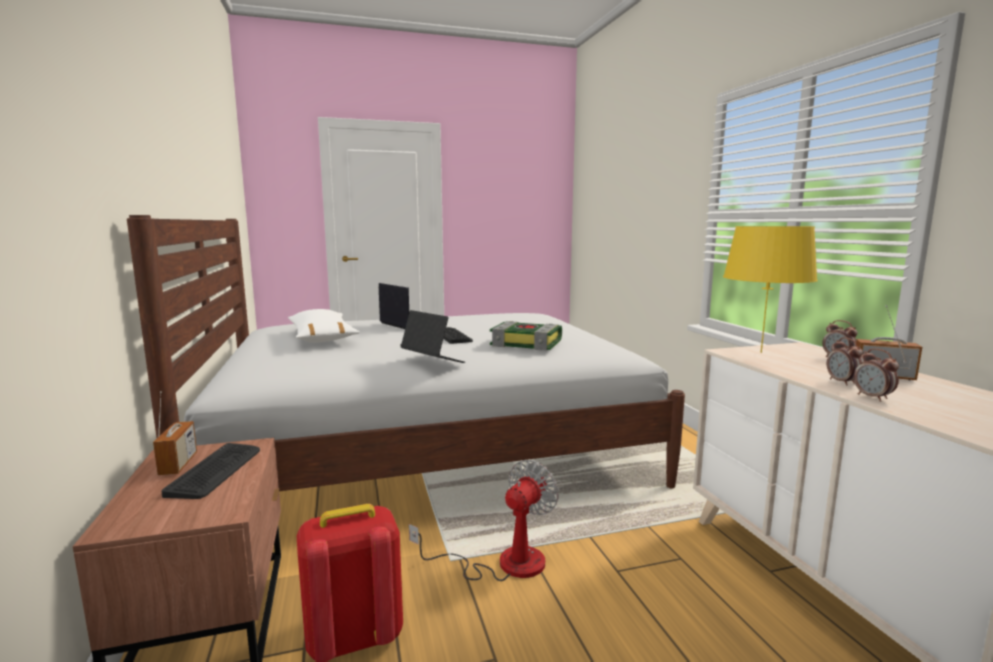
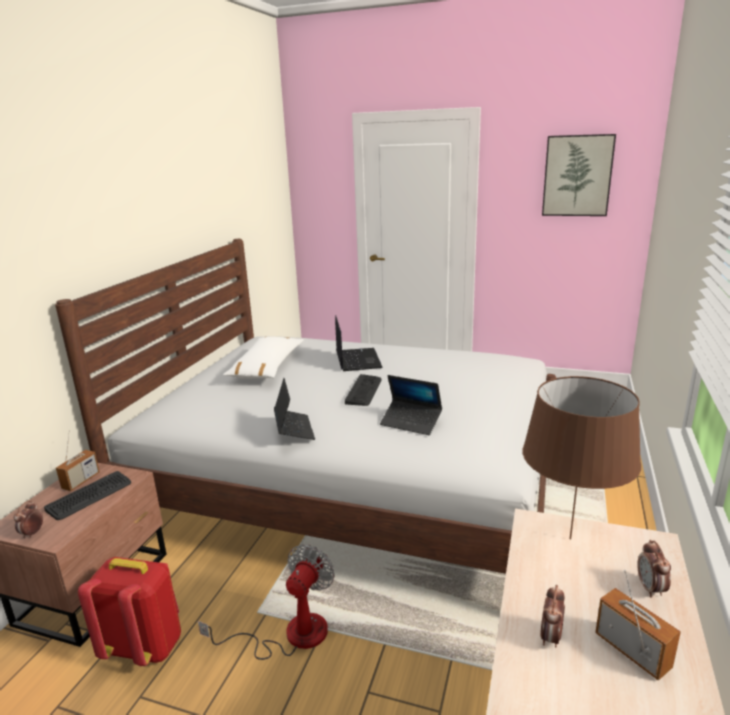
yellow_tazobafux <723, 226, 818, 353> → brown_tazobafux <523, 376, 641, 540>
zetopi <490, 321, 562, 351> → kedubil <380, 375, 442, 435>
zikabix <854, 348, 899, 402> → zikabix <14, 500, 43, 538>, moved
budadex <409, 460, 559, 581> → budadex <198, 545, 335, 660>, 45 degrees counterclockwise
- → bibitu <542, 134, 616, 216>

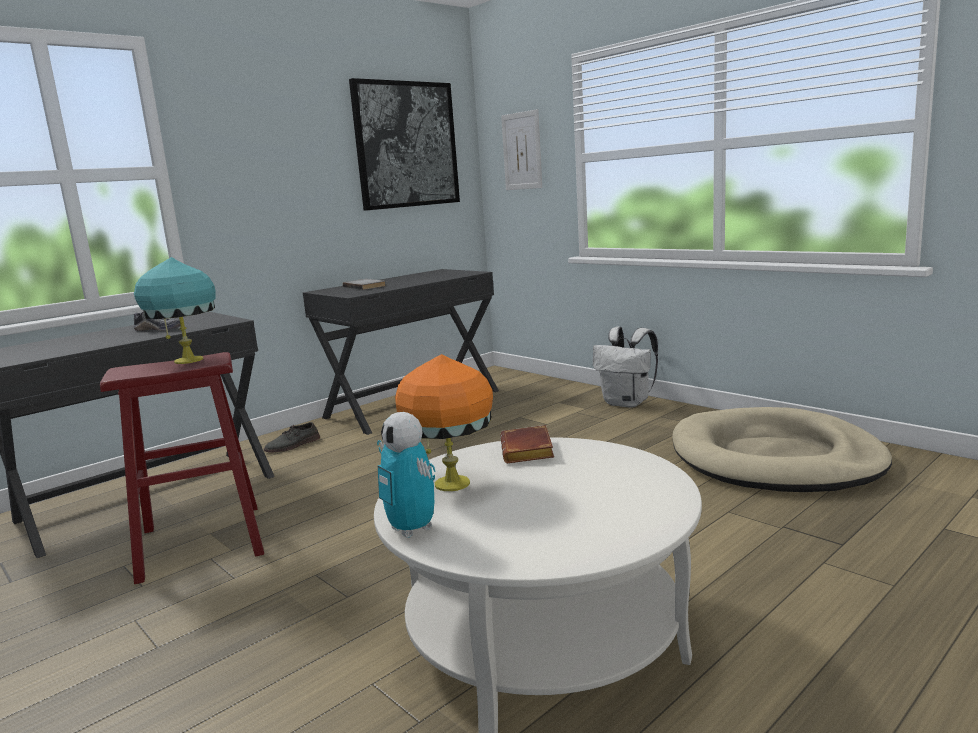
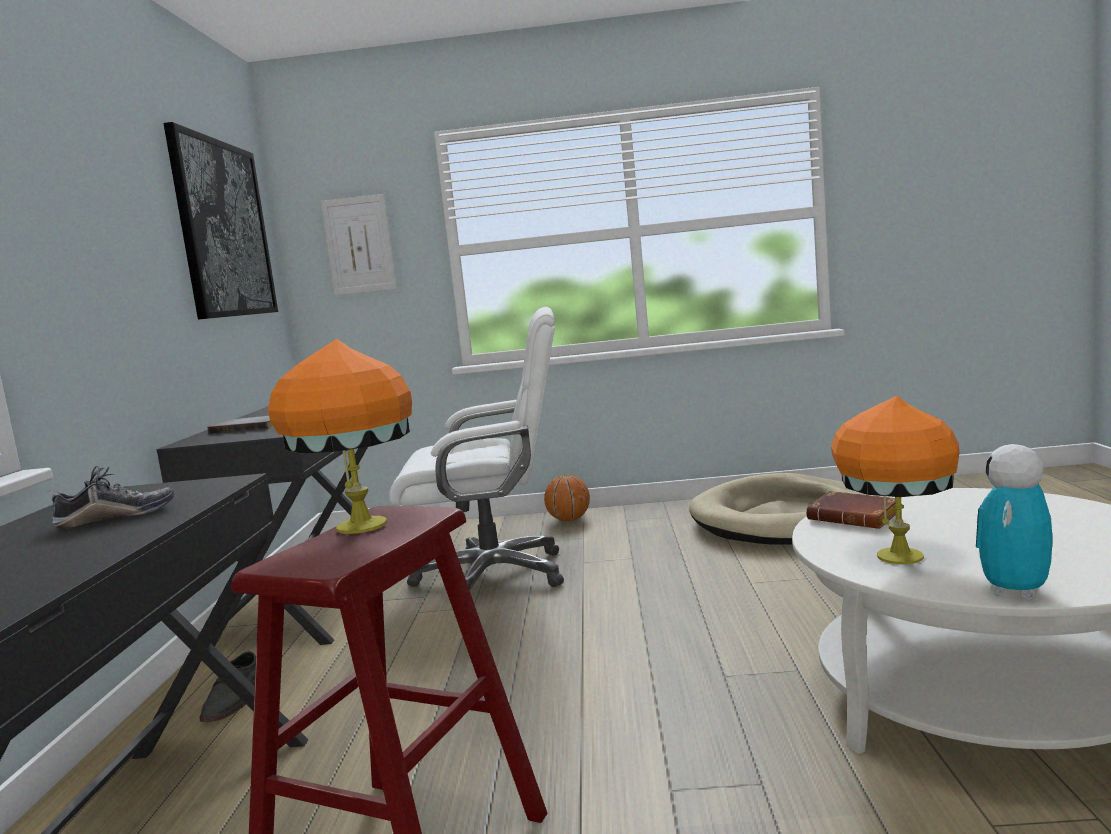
turquoise_tazobafux <134, 257, 216, 364> → orange_tazobafux <268, 339, 412, 534>
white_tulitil <593, 327, 658, 408> → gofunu <544, 475, 590, 521>
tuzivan <377, 412, 436, 538> → tuzivan <976, 444, 1053, 600>, 120 degrees clockwise
- → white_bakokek <389, 307, 564, 591>

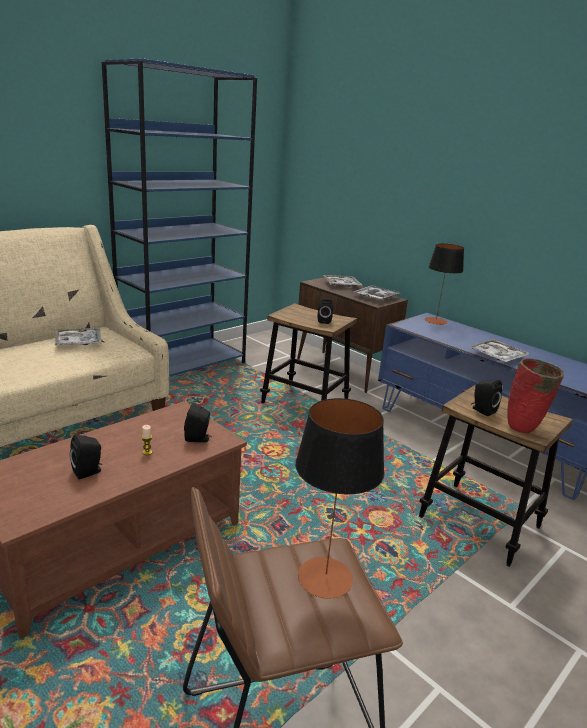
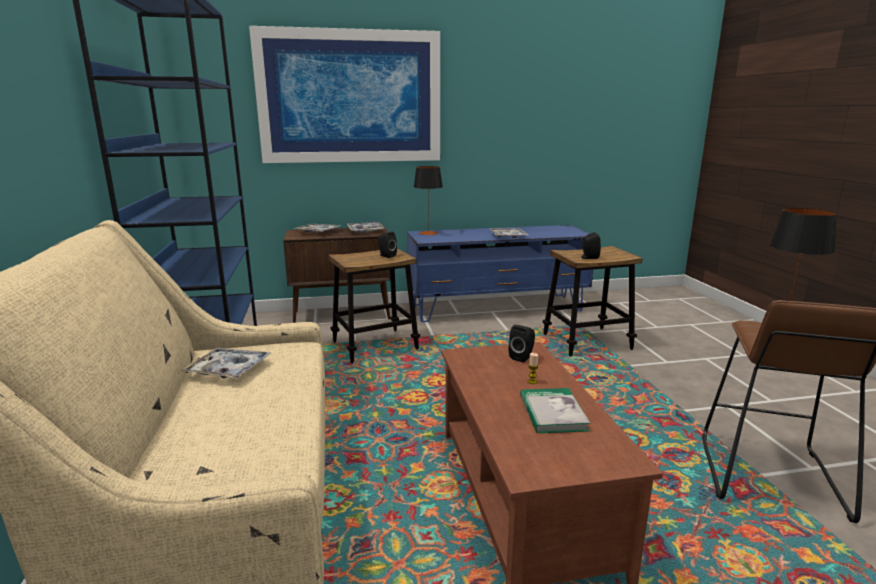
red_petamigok <507, 358, 565, 433> → -
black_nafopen <70, 435, 102, 479> → zetopi <520, 388, 590, 433>
- → bibitu <249, 26, 440, 163>

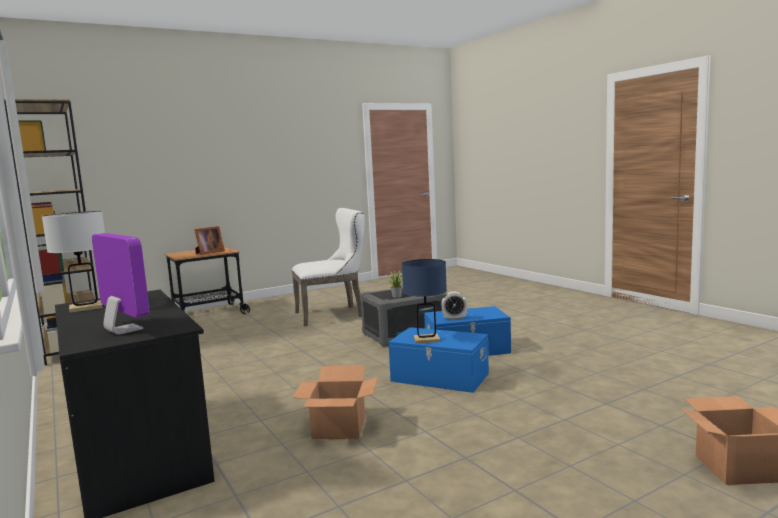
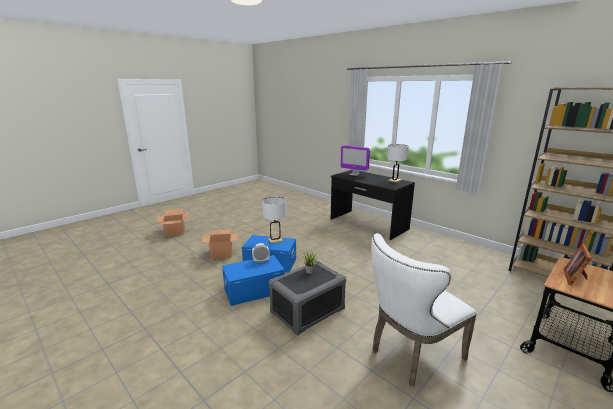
blue_tazobafux <402, 259, 447, 344> → white_tazobafux <262, 197, 287, 244>
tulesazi <292, 365, 378, 439> → tulesazi <202, 229, 238, 259>, moved

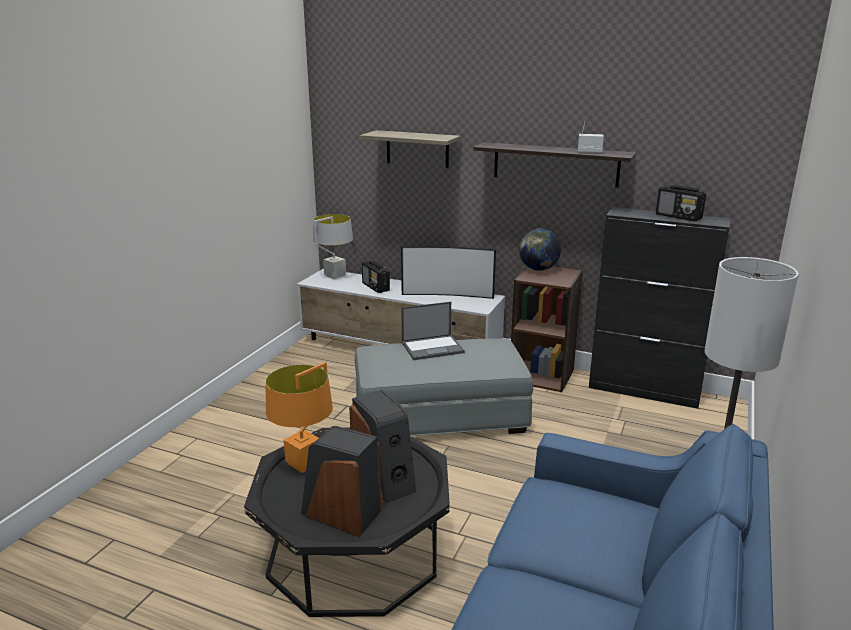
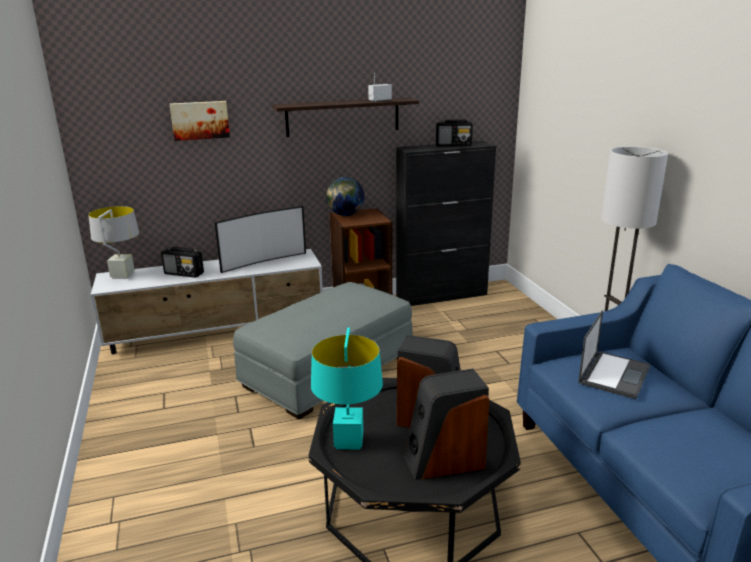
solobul <360, 130, 461, 168> → bibitu <170, 101, 230, 141>
kedubil <401, 302, 465, 360> → kedubil <578, 310, 650, 399>, moved
orange_tazobafux <266, 362, 333, 473> → turquoise_tazobafux <311, 328, 383, 449>

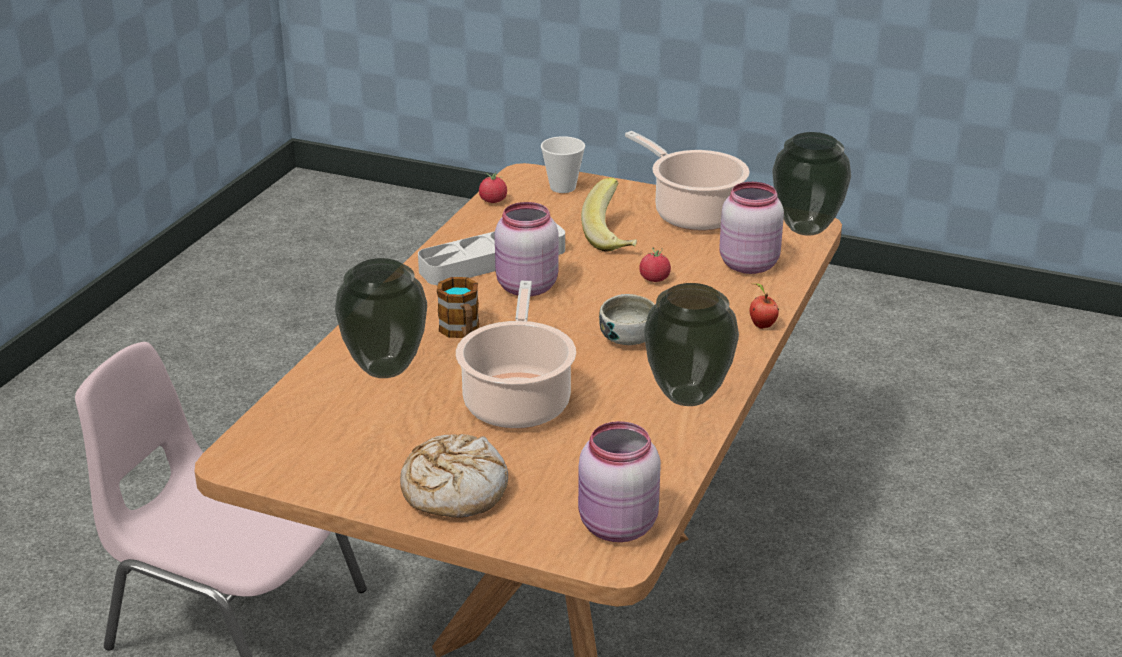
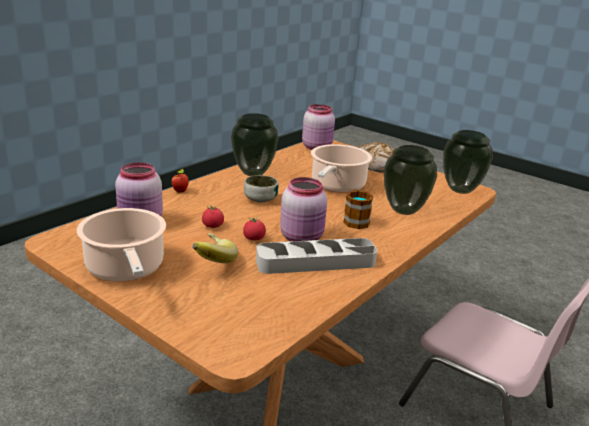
petamigok <772, 132, 851, 236> → petamigok <443, 130, 493, 194>, moved
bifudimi <541, 136, 585, 193> → -
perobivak <479, 173, 507, 203> → perobivak <243, 217, 266, 241>, moved

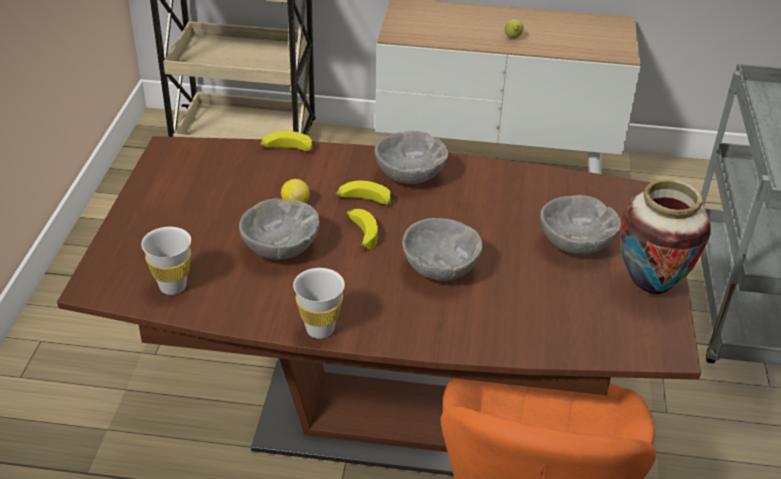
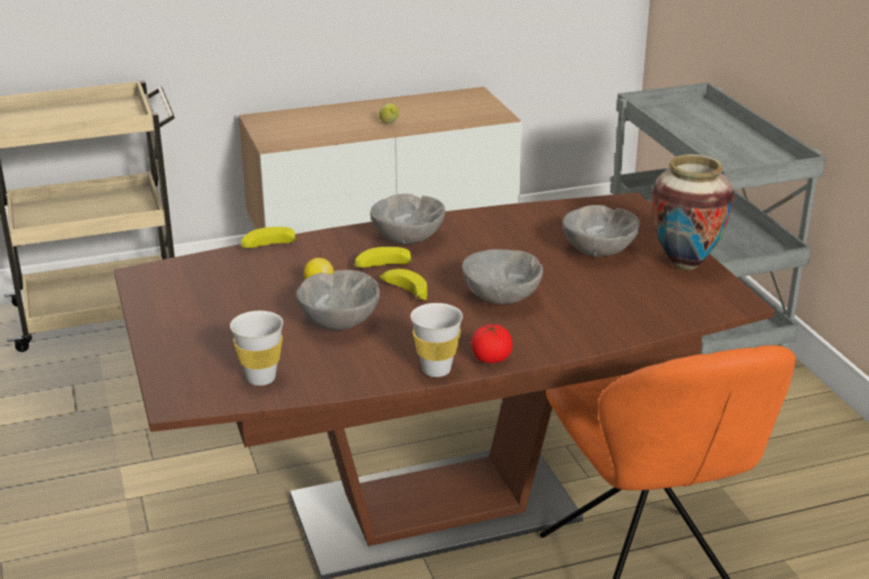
- → perobivak <471, 323, 512, 363>

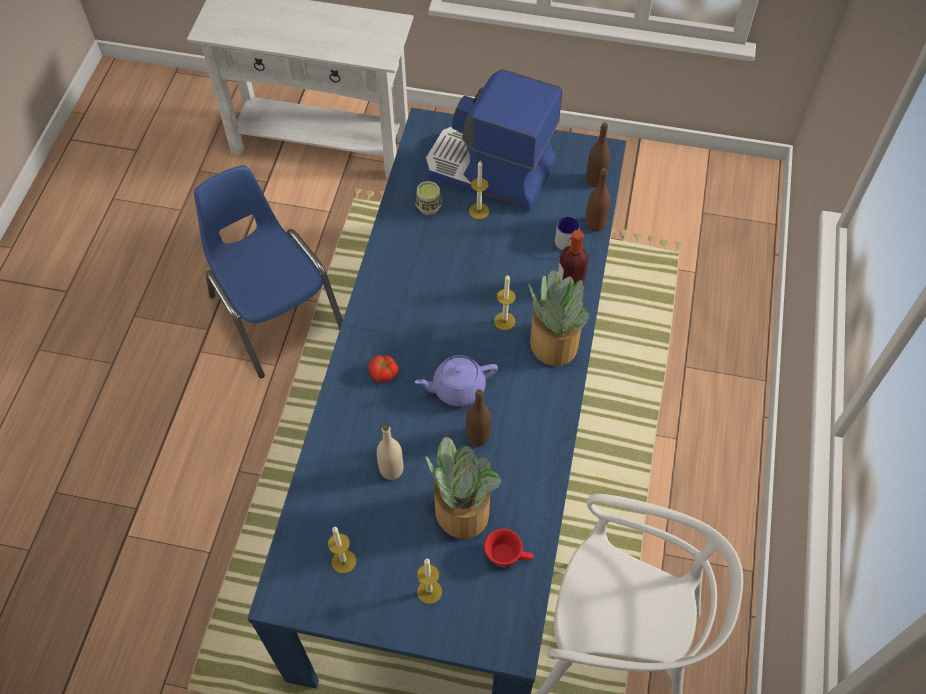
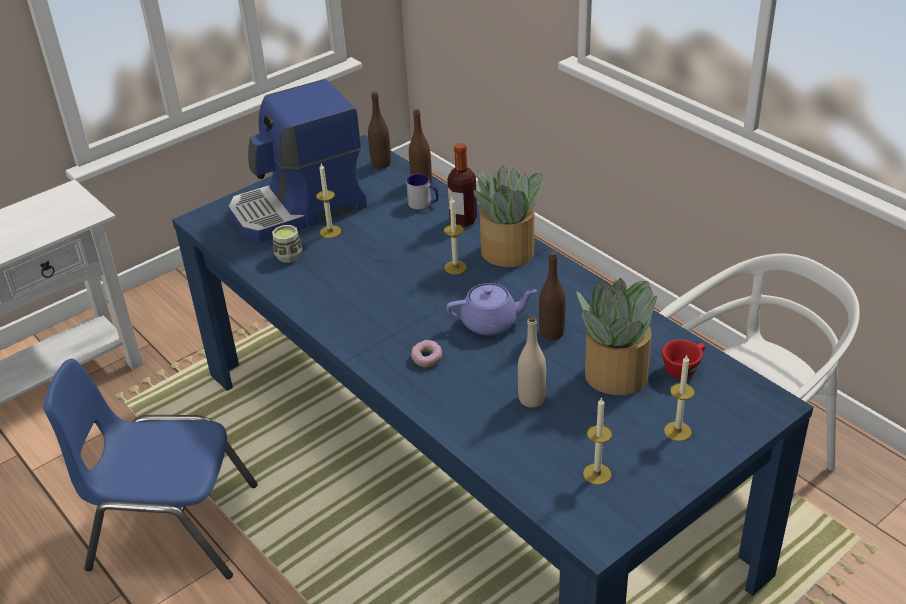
perobivak <368, 355, 399, 382> → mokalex <411, 340, 442, 367>
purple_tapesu <415, 355, 498, 406> → purple_tapesu <446, 283, 537, 335>, 120 degrees counterclockwise

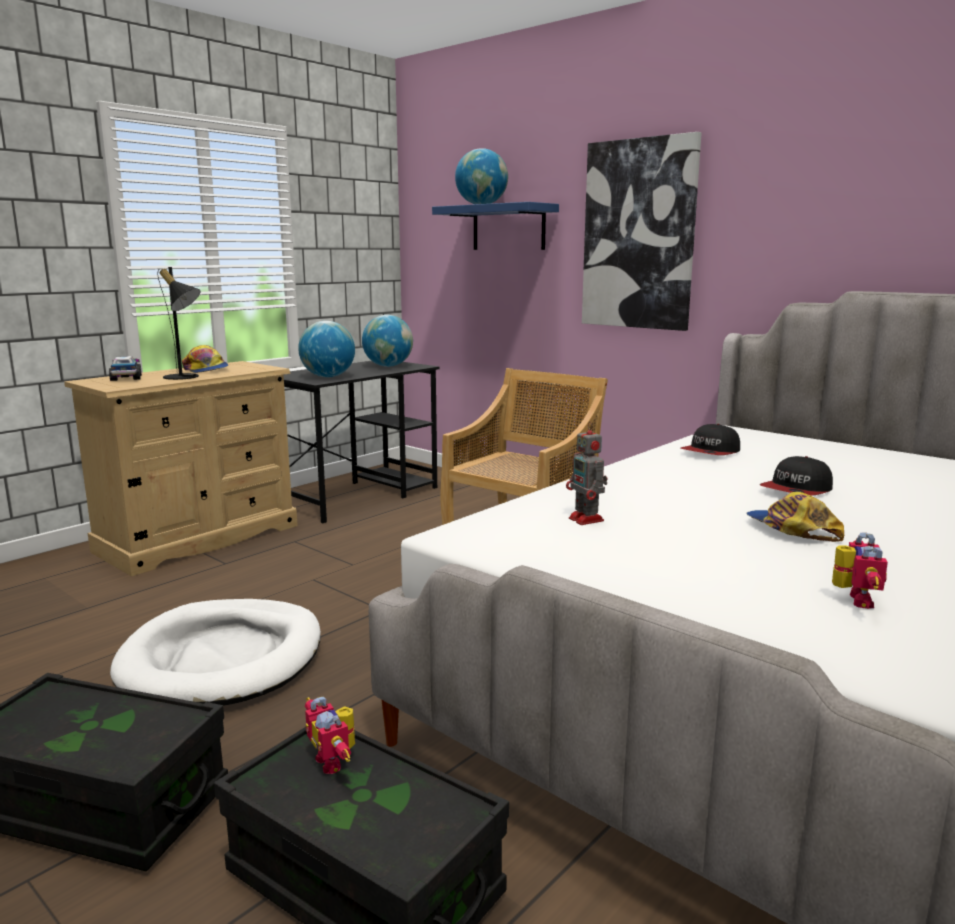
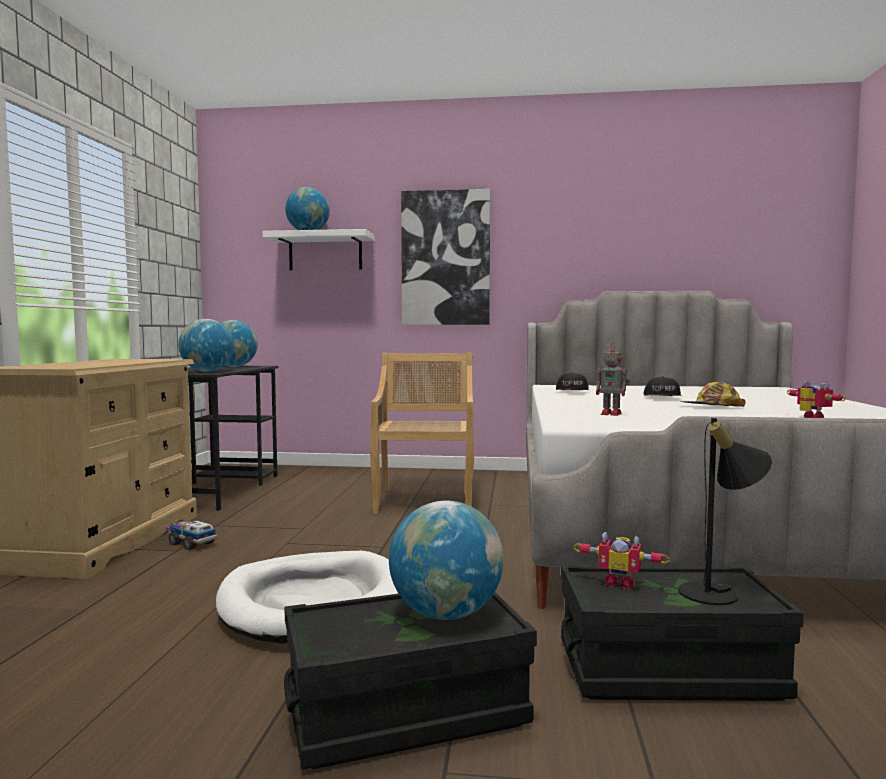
blue_solobul <432, 202, 559, 250> → white_solobul <263, 229, 374, 270>
black_tazobafux <157, 267, 200, 380> → black_tazobafux <678, 418, 772, 605>, moved
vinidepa <182, 345, 229, 373> → -
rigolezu <109, 356, 142, 381> → rigolezu <166, 520, 217, 550>, moved
- → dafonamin <389, 501, 504, 620>

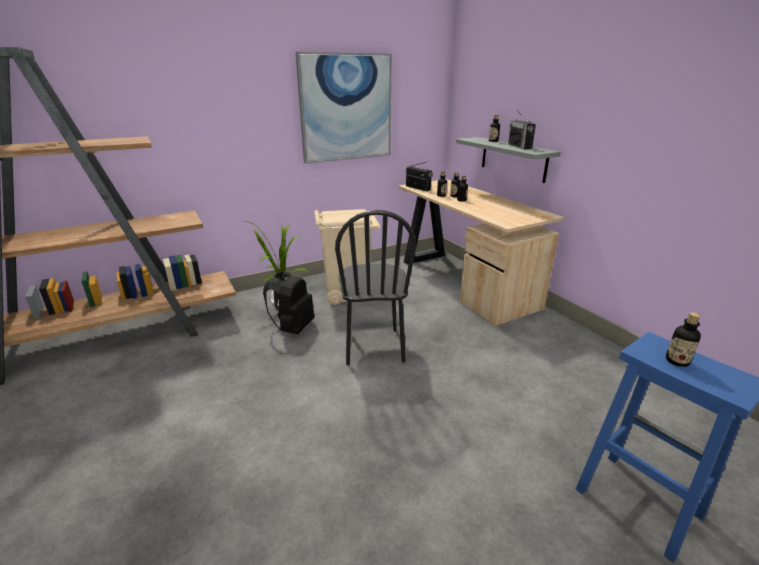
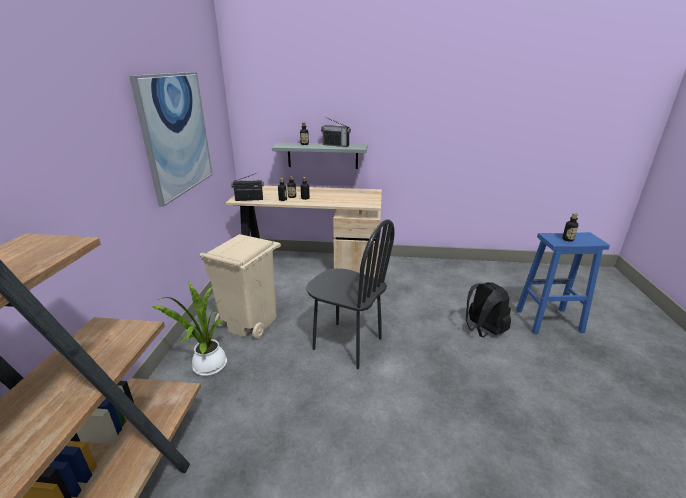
black_tulitil <263, 271, 315, 334> → black_tulitil <466, 282, 511, 337>, moved

